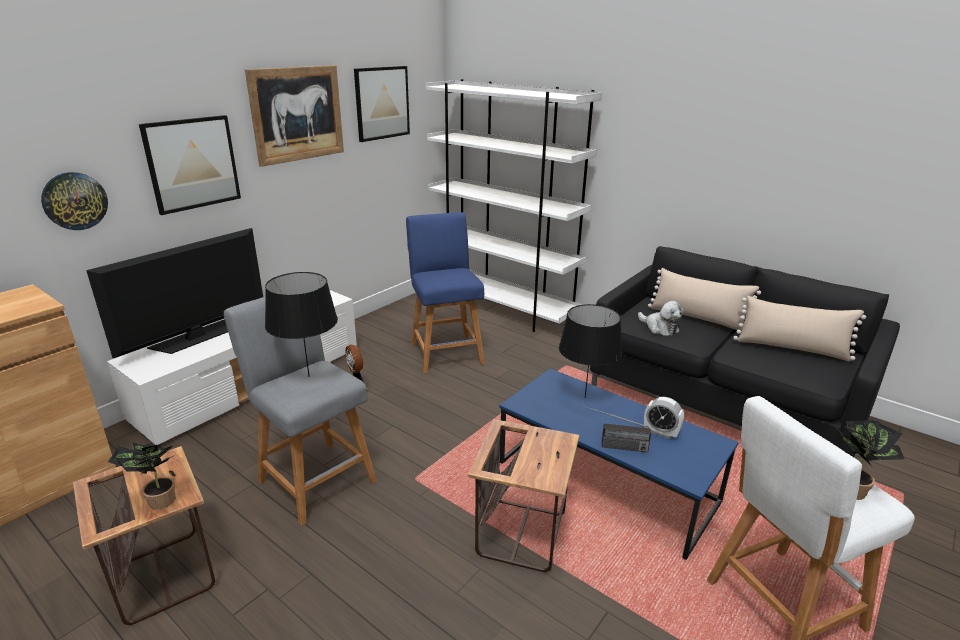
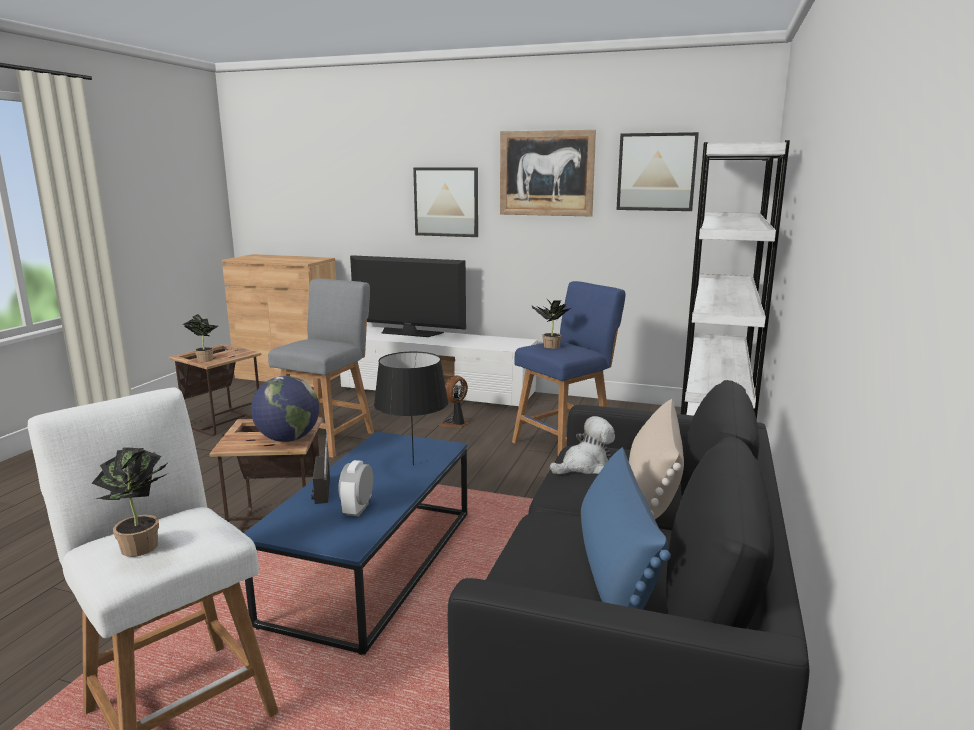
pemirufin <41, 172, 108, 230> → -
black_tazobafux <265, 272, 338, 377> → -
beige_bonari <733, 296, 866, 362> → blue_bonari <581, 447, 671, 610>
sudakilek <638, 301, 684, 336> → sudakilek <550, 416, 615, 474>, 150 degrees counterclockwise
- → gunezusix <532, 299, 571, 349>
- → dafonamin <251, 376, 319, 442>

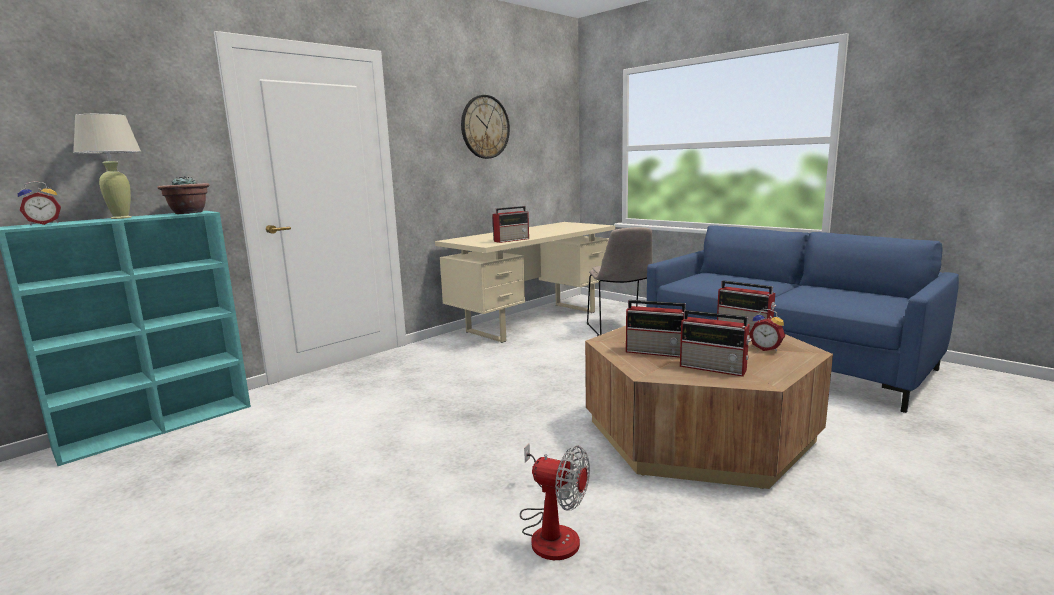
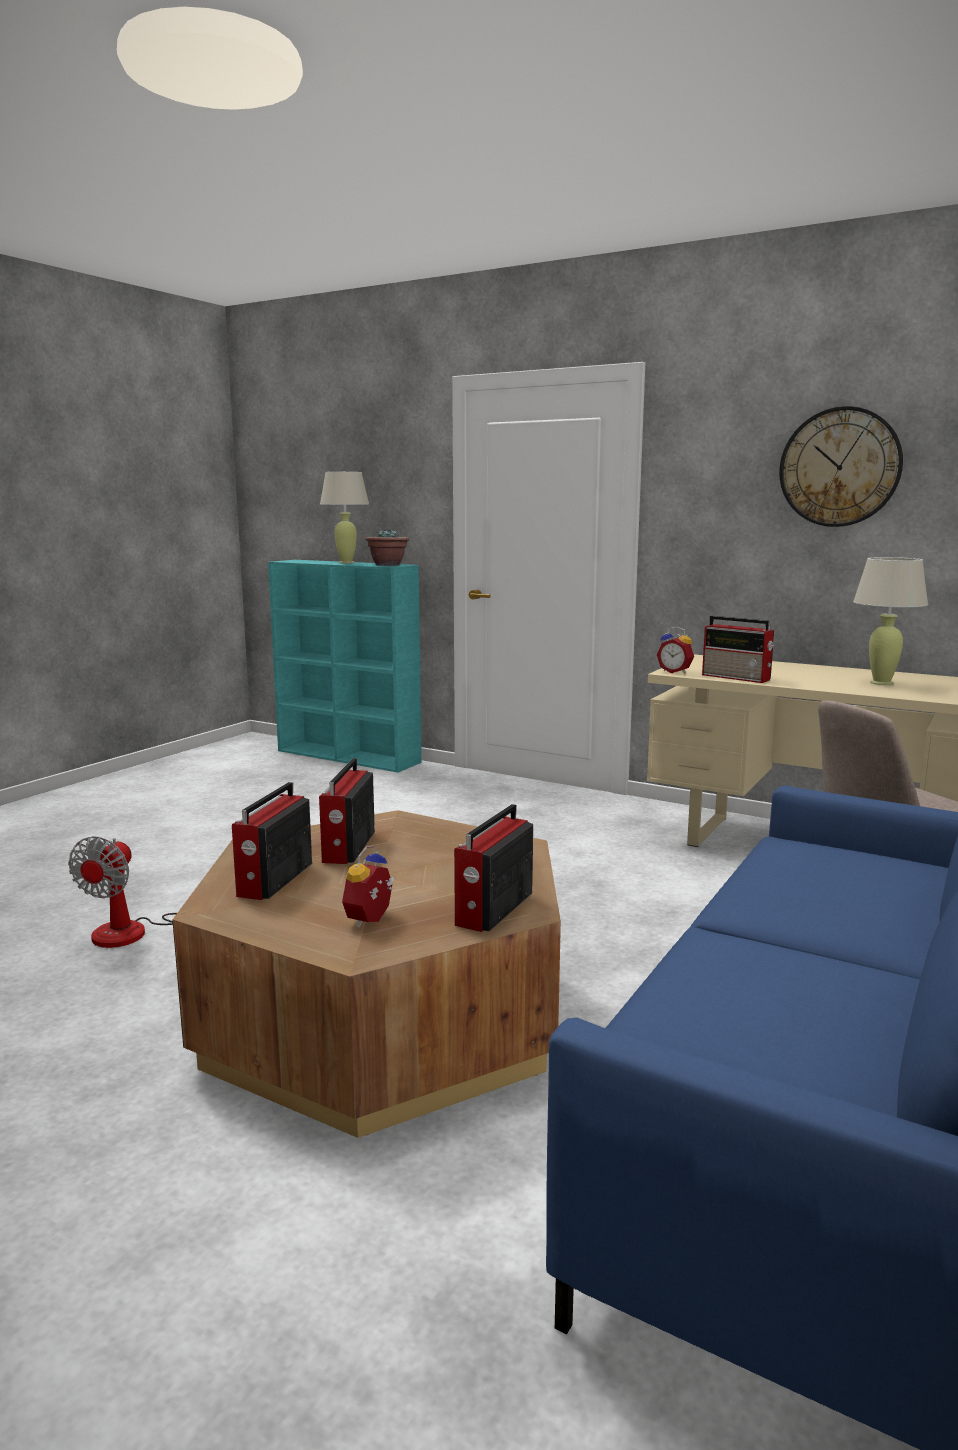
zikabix <18, 181, 61, 225> → zikabix <657, 626, 694, 674>, moved
- → beige_tazobafux <853, 557, 928, 685>

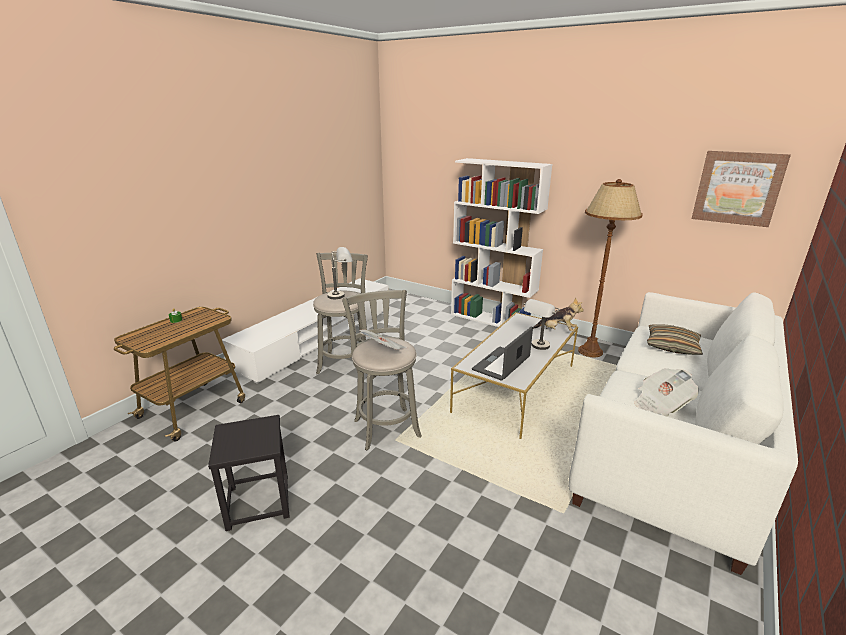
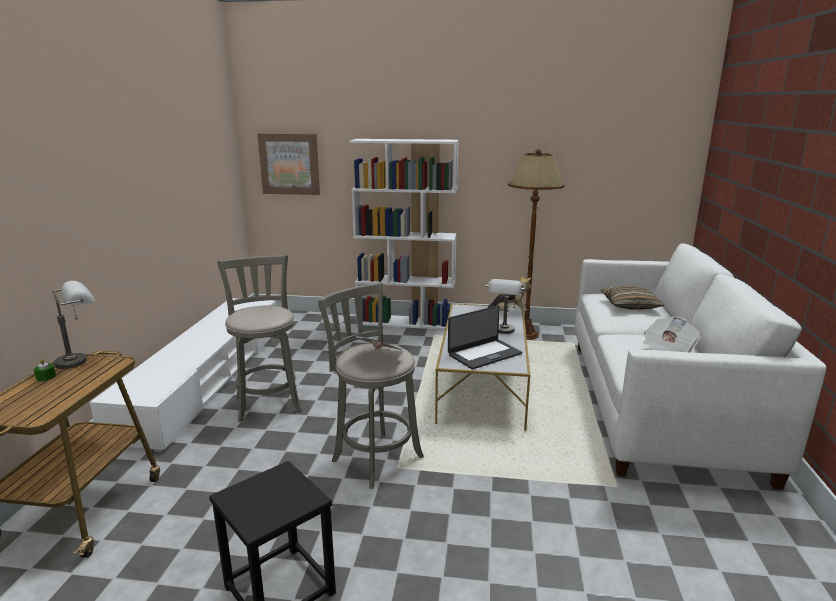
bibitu <691, 151, 791, 227> → bibitu <258, 133, 320, 195>, moved
grey_tazobafux <327, 247, 353, 299> → grey_tazobafux <52, 281, 95, 369>, moved
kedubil <472, 326, 533, 381> → kedubil <448, 305, 522, 369>, 135 degrees counterclockwise

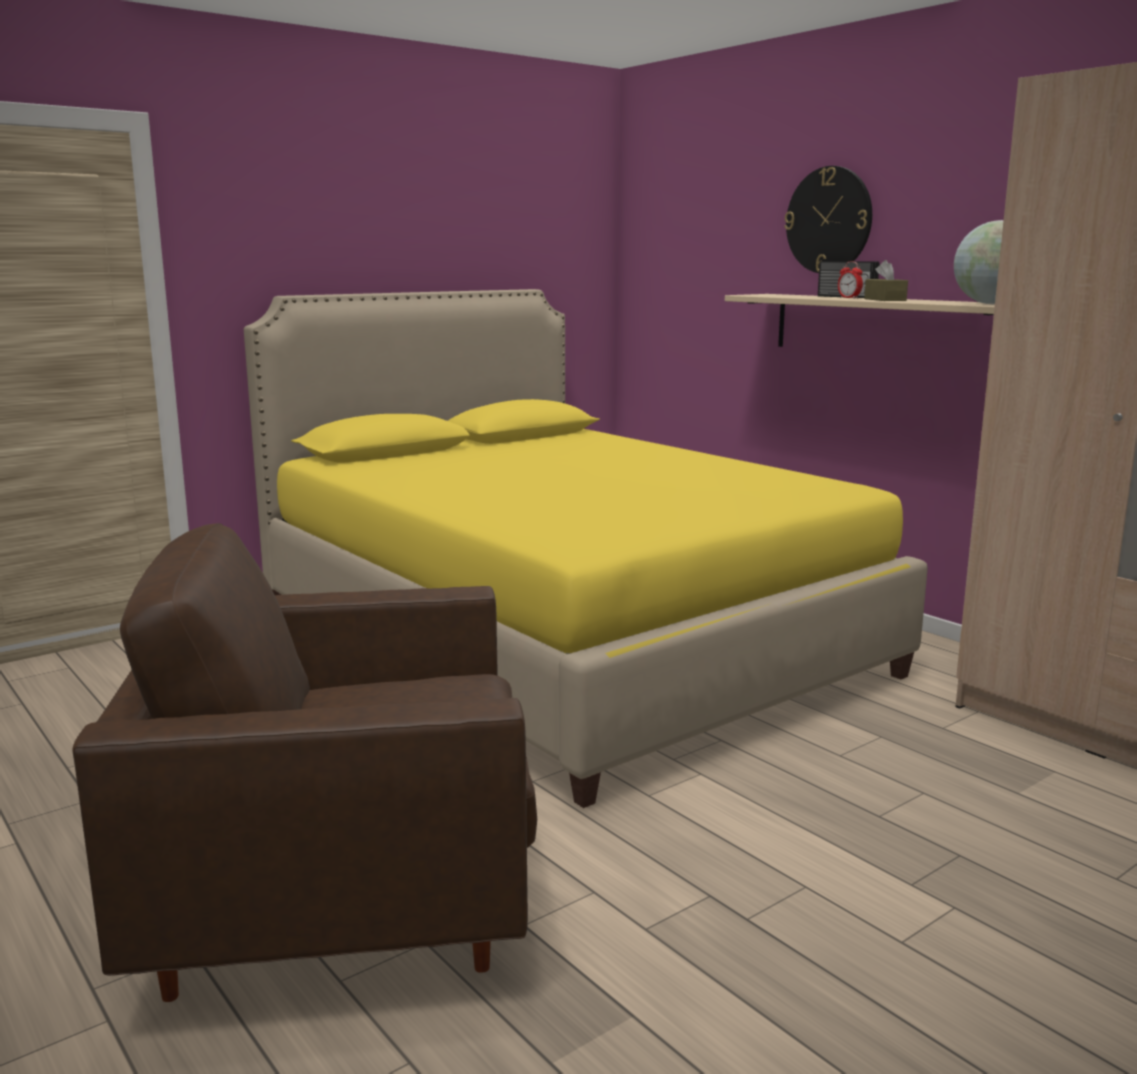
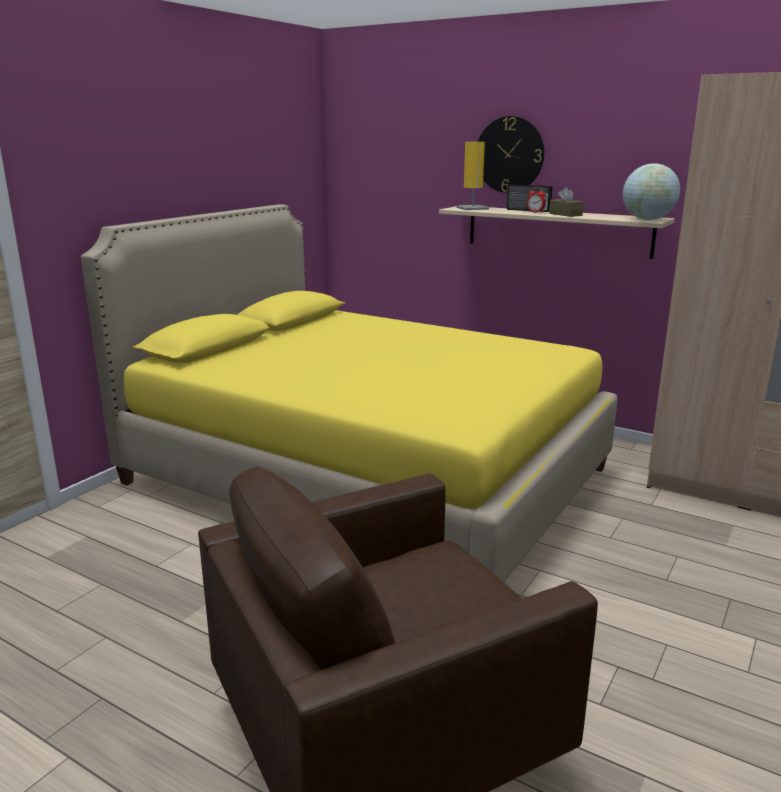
- → yellow_tazobafux <456, 142, 489, 210>

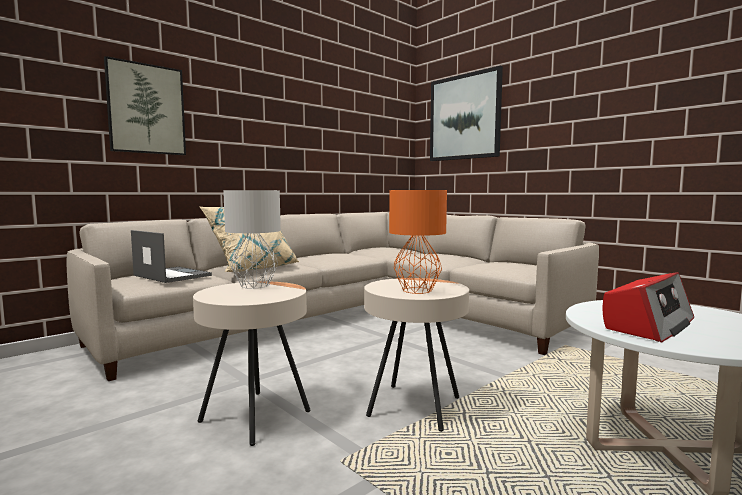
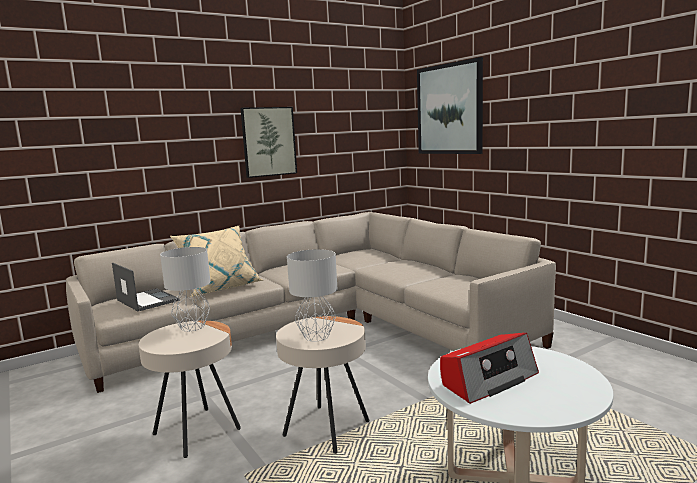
bibitu <104, 56, 186, 155> → bibitu <240, 107, 297, 178>, moved
orange_tazobafux <389, 190, 447, 294> → grey_tazobafux <287, 249, 337, 341>

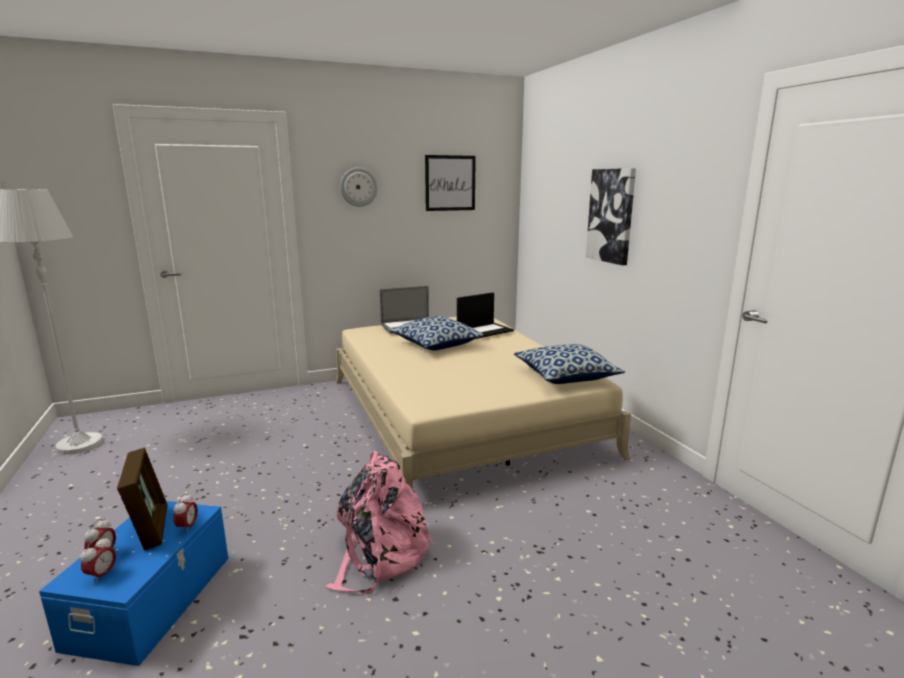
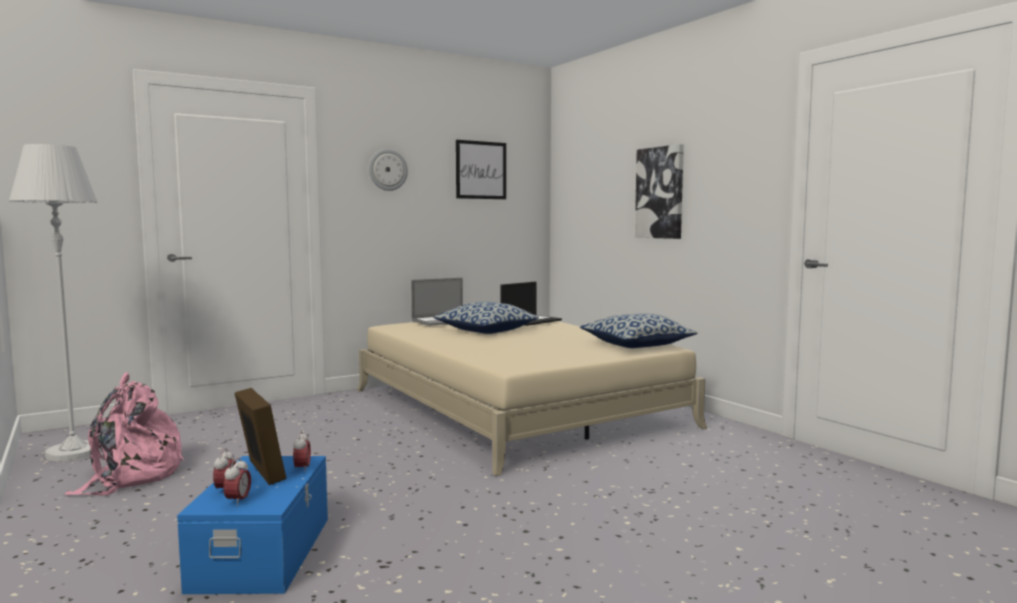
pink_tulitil <325, 450, 434, 594> → pink_tulitil <64, 372, 184, 496>, moved

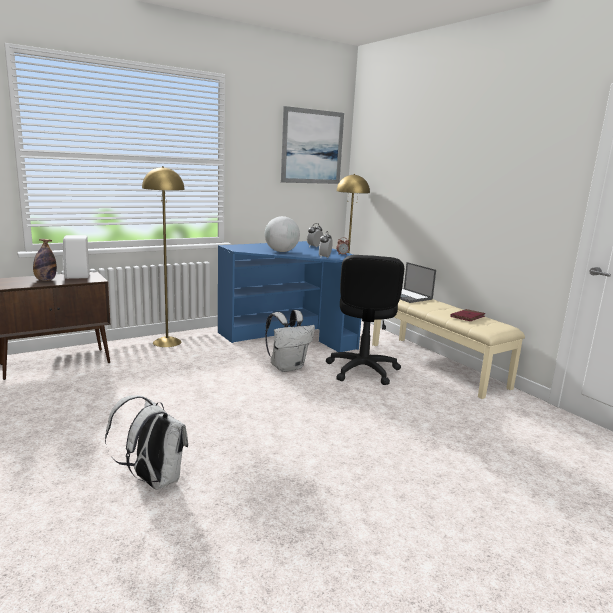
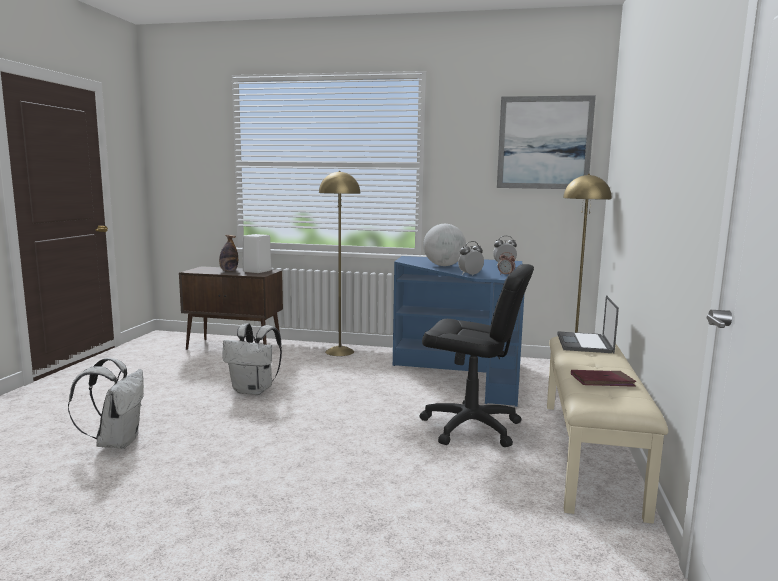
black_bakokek <326, 255, 404, 385> → black_bakokek <420, 264, 534, 447>, 120 degrees counterclockwise
white_tulitil <265, 310, 315, 372> → white_tulitil <222, 323, 282, 395>, moved

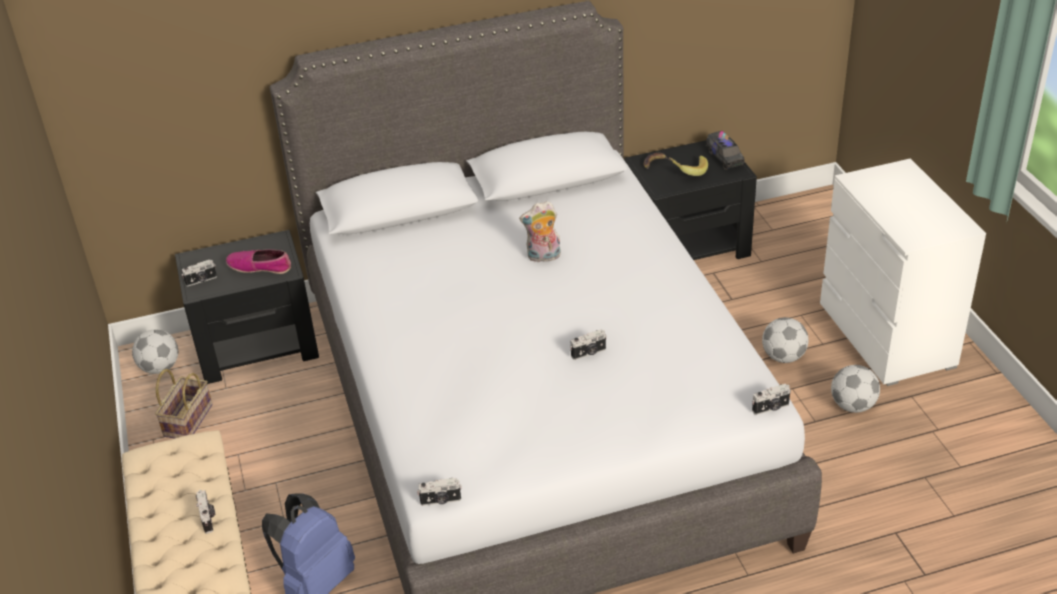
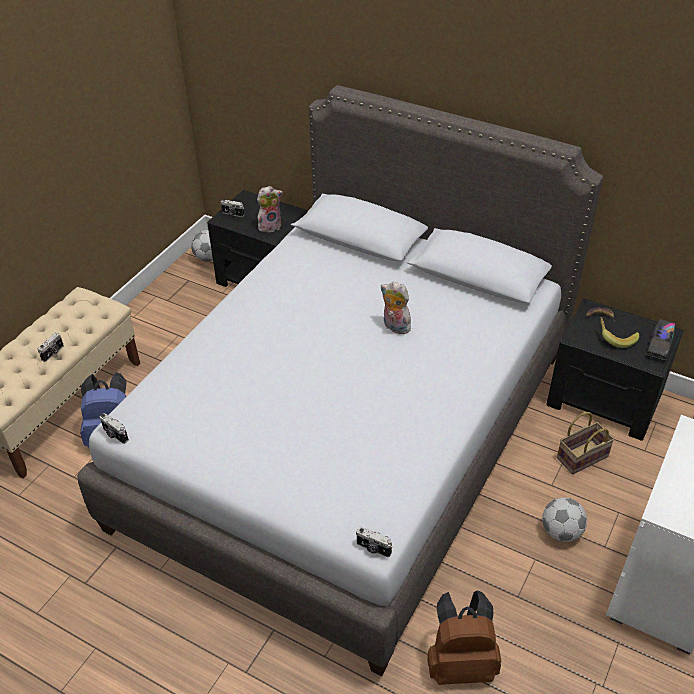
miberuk <226, 249, 291, 274> → sudakilek <257, 186, 283, 232>
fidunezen <570, 329, 607, 360> → -
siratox <831, 365, 880, 413> → -
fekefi <155, 369, 213, 439> → fekefi <557, 412, 615, 474>, moved
- → brown_tulitil <428, 590, 502, 685>

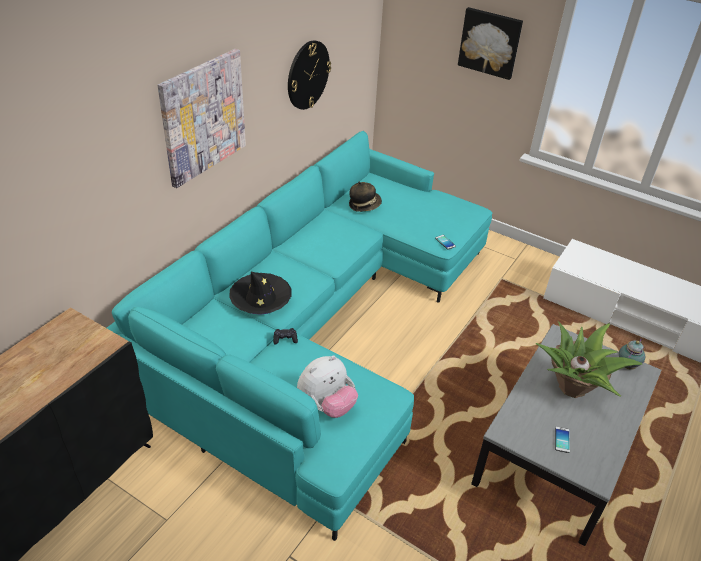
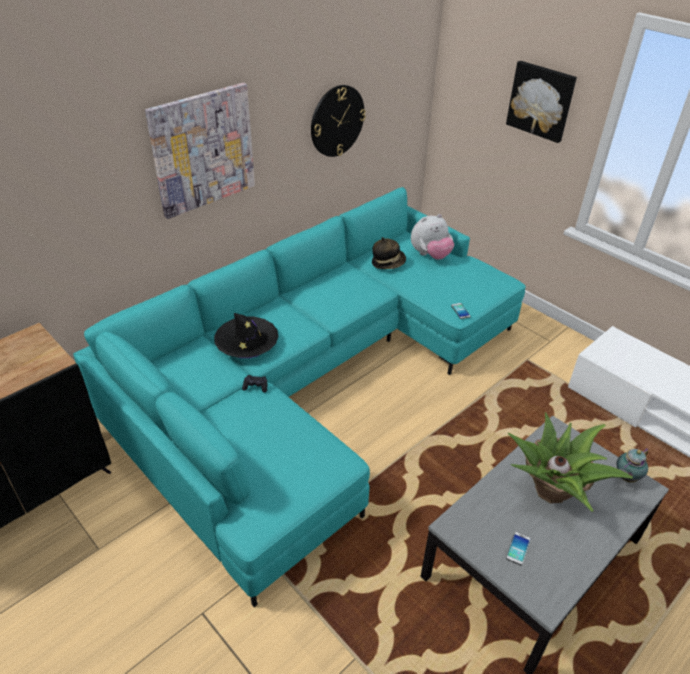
sudakilek <297, 355, 358, 418> → sudakilek <411, 214, 454, 260>, moved

